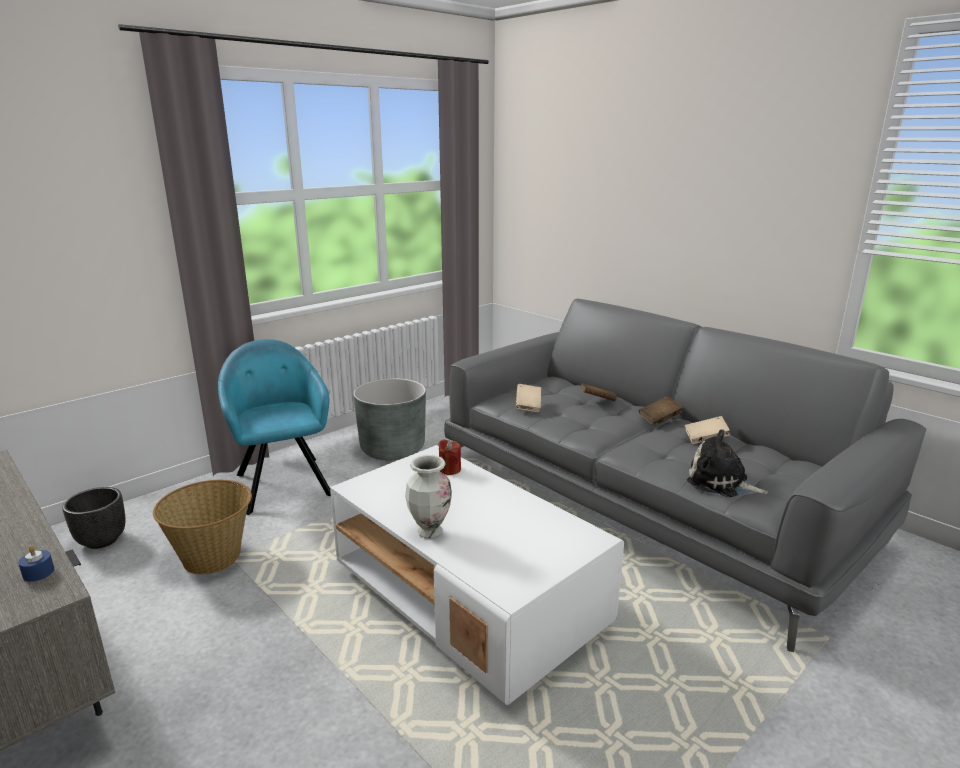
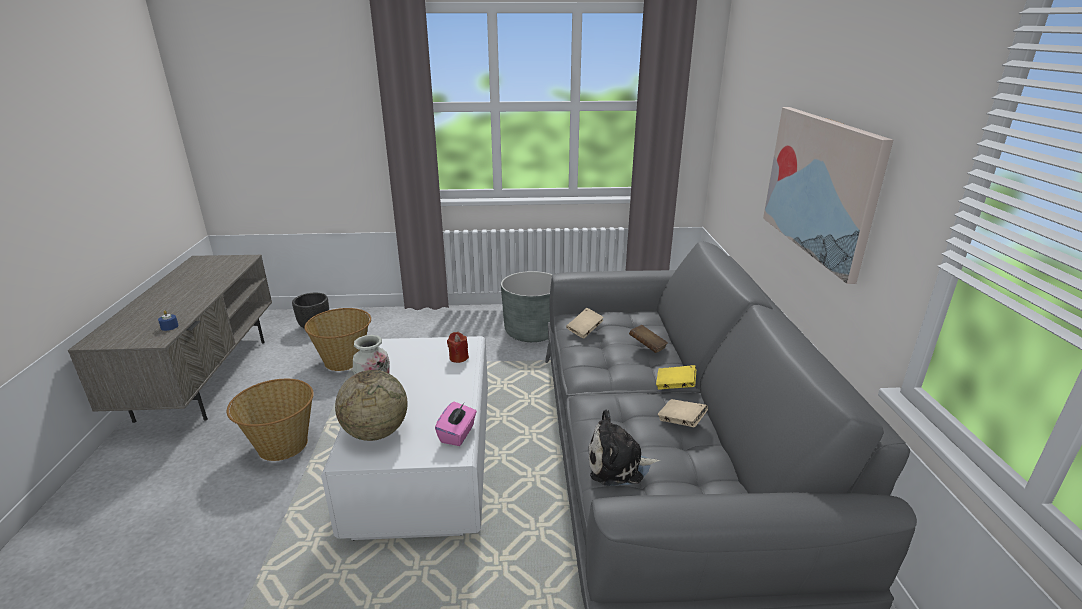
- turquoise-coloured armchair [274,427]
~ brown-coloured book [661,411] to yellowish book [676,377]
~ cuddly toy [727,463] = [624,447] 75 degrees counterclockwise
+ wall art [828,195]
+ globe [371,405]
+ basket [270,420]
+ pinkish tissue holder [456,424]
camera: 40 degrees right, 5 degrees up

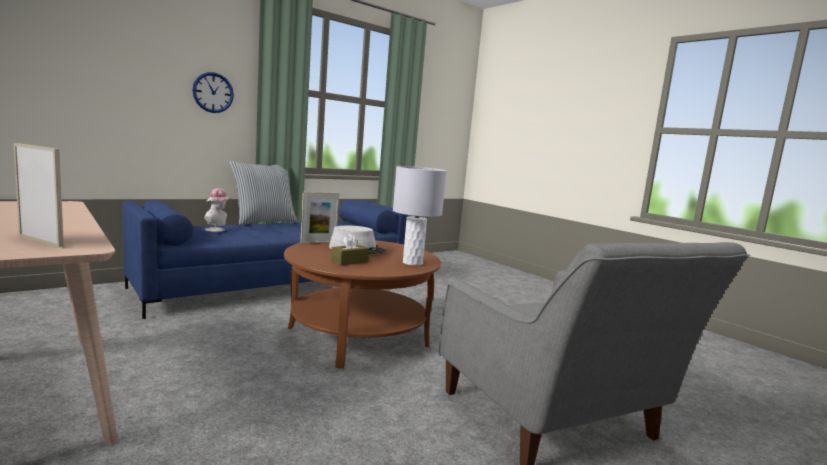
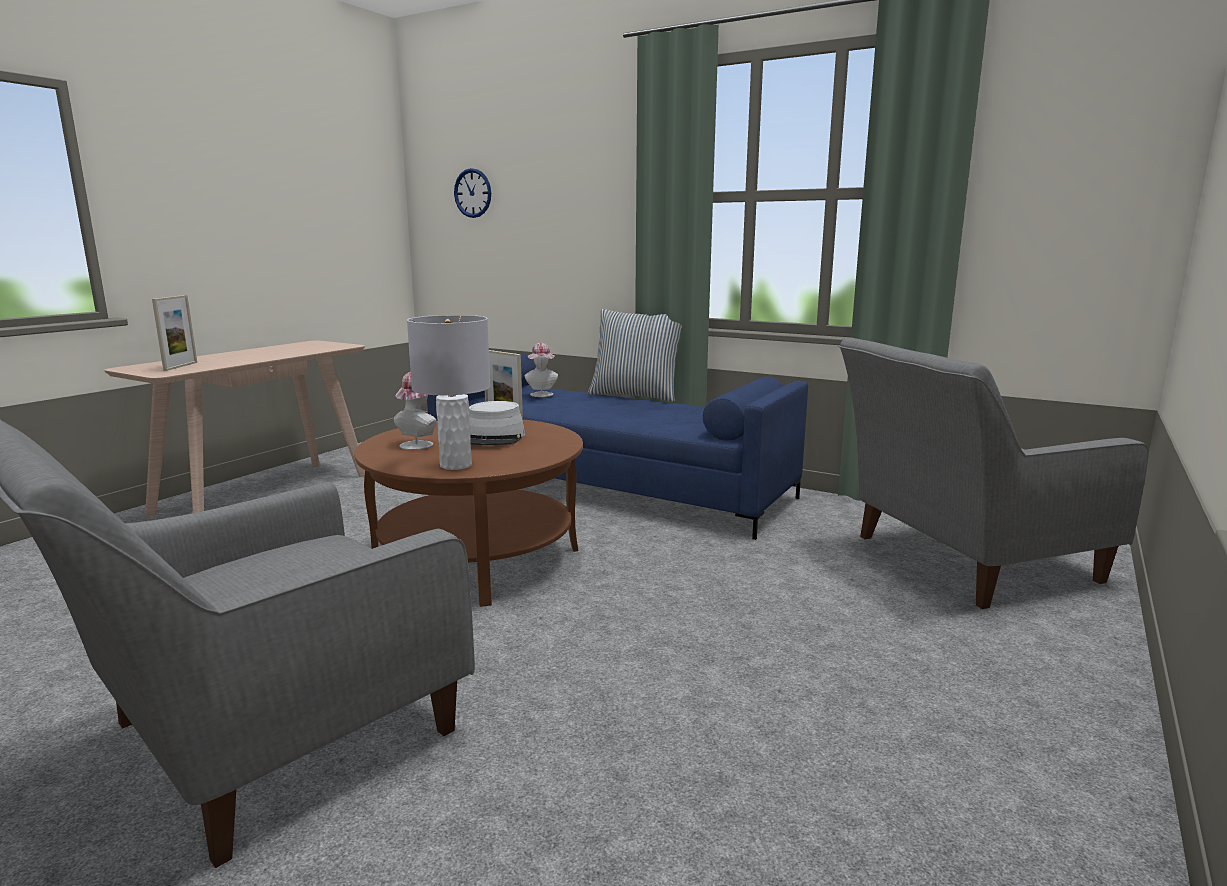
~ hanging clock [213,92] to [472,193]
~ brown-coloured tissue holder [350,249] to wearable hat [415,411]
+ grey armchair [993,473]
camera: 70 degrees right, 5 degrees up

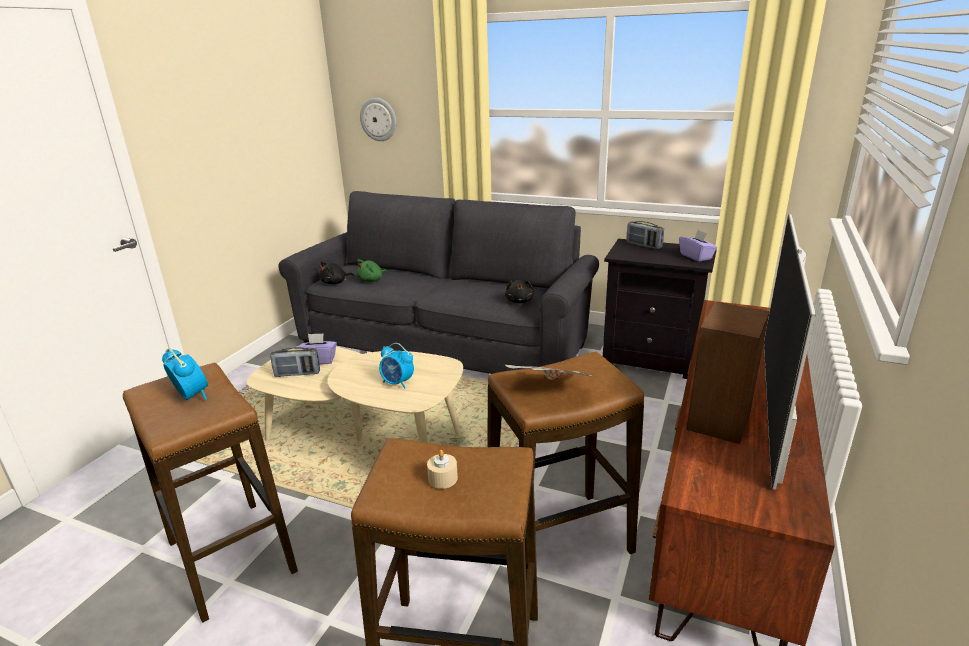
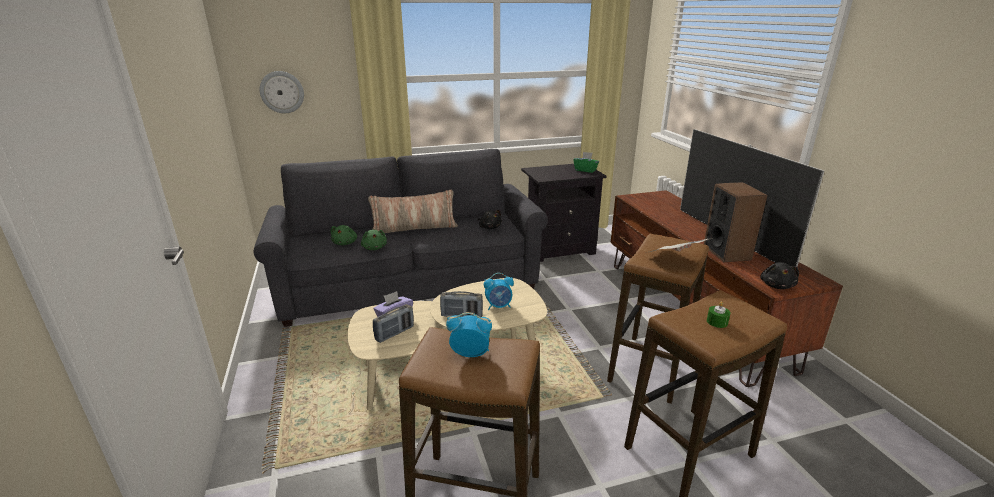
~ radio set [645,235] to [461,304]
~ purplish tissue holder [698,246] to green tissue holder [586,162]
~ black cuddly toy [336,272] to [779,275]
~ beige wax light [442,469] to green wax light [719,315]
+ cushion [413,211]
+ green cuddly toy [374,240]
camera: 40 degrees left, 0 degrees up

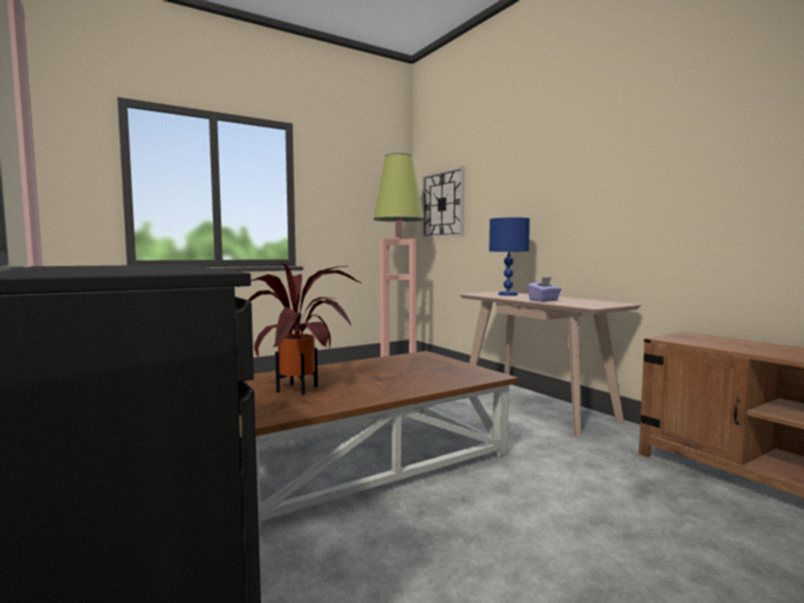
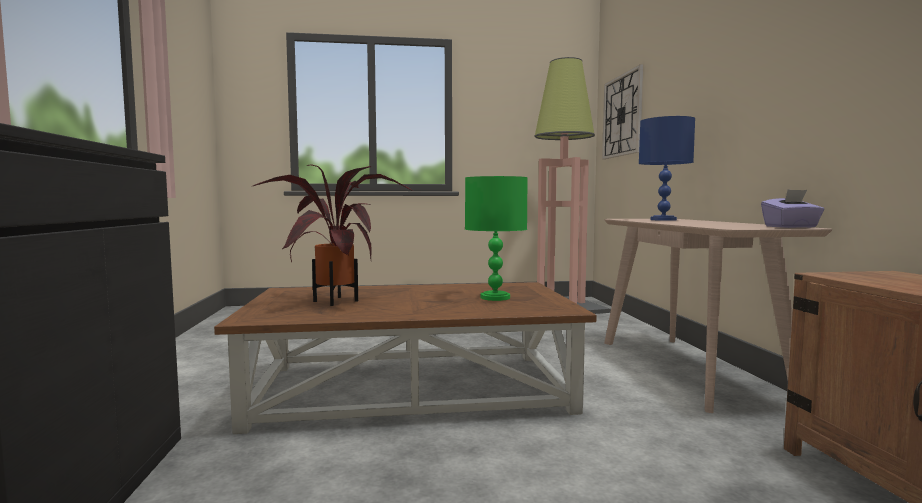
~ purplish tissue holder [544,289] to [793,209]
+ green lamp for a table [496,238]
camera: 25 degrees right, 0 degrees up

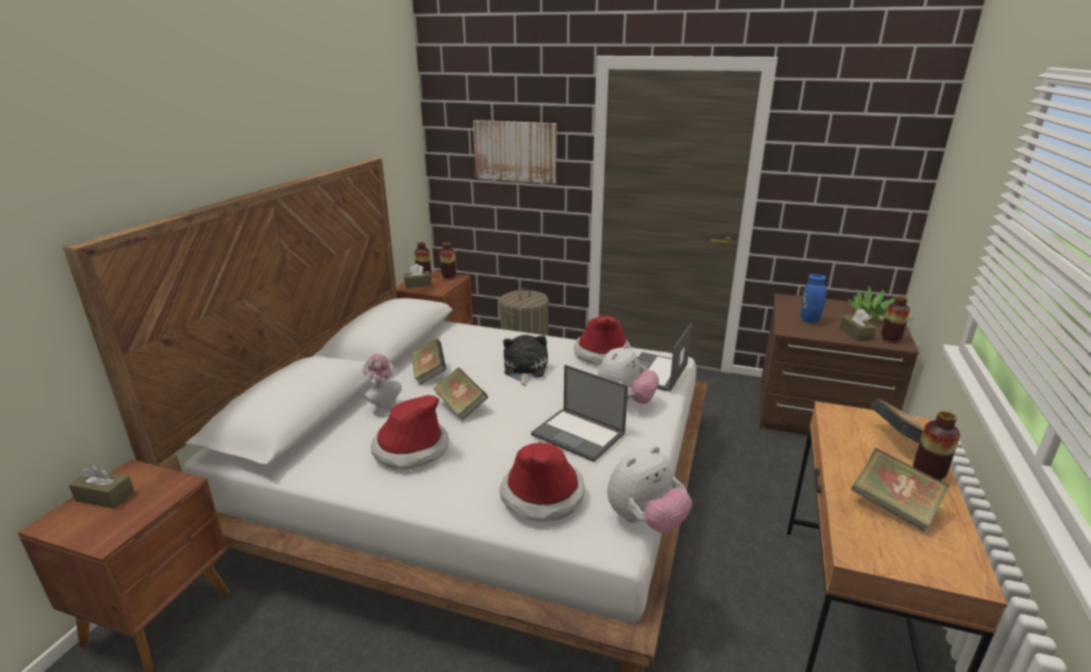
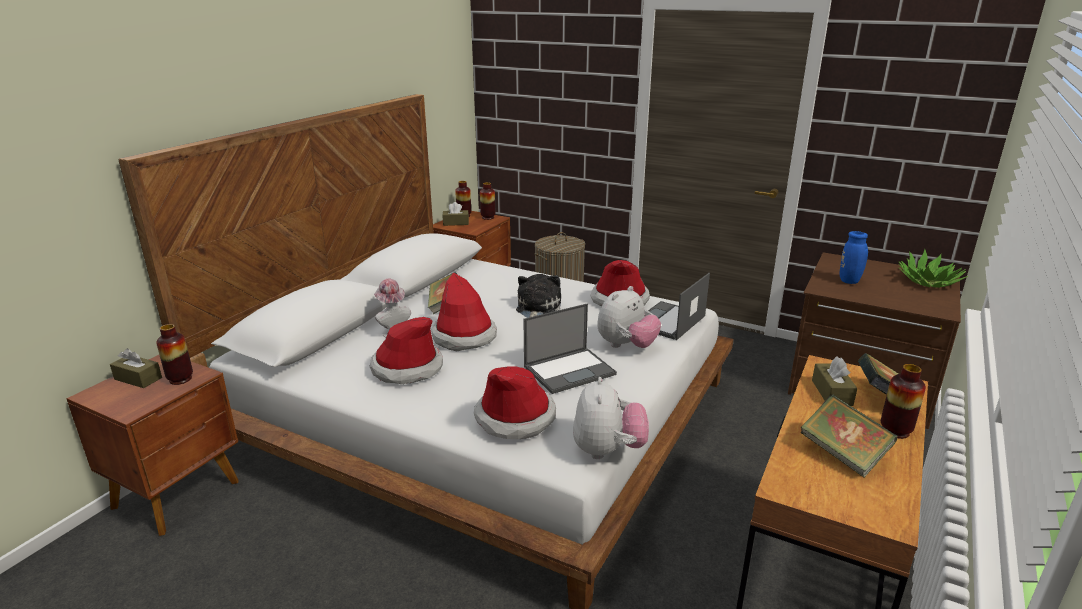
- wall art [515,152]
~ decorative vase [895,319] to [174,354]
~ brown-coloured tissue holder [858,325] to [834,381]
~ notebook computer [579,413] = [570,348] 75 degrees counterclockwise
~ book [460,394] to wearable hat [464,312]
~ cuddly toy [649,489] = [611,418] 60 degrees counterclockwise
camera: 10 degrees right, 0 degrees up

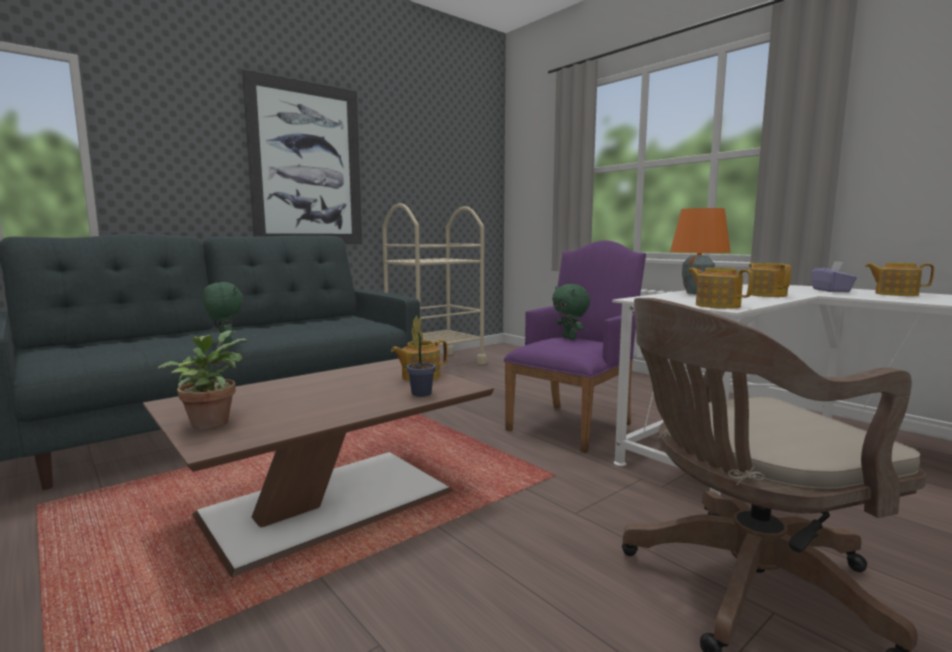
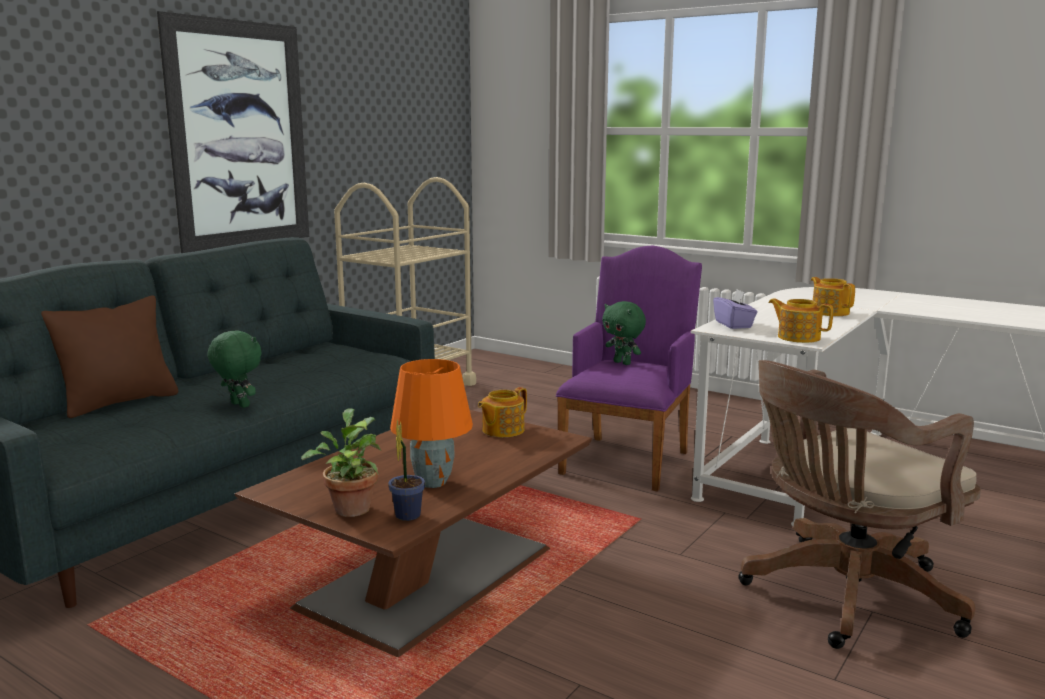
~ orange lamp for a table [700,251] to [431,423]
~ purplish tissue holder [834,276] to [735,309]
- tea pot [899,279]
~ houseplant [421,356] to [406,470]
+ brown-coloured cushion [109,356]
camera: 15 degrees left, 5 degrees up

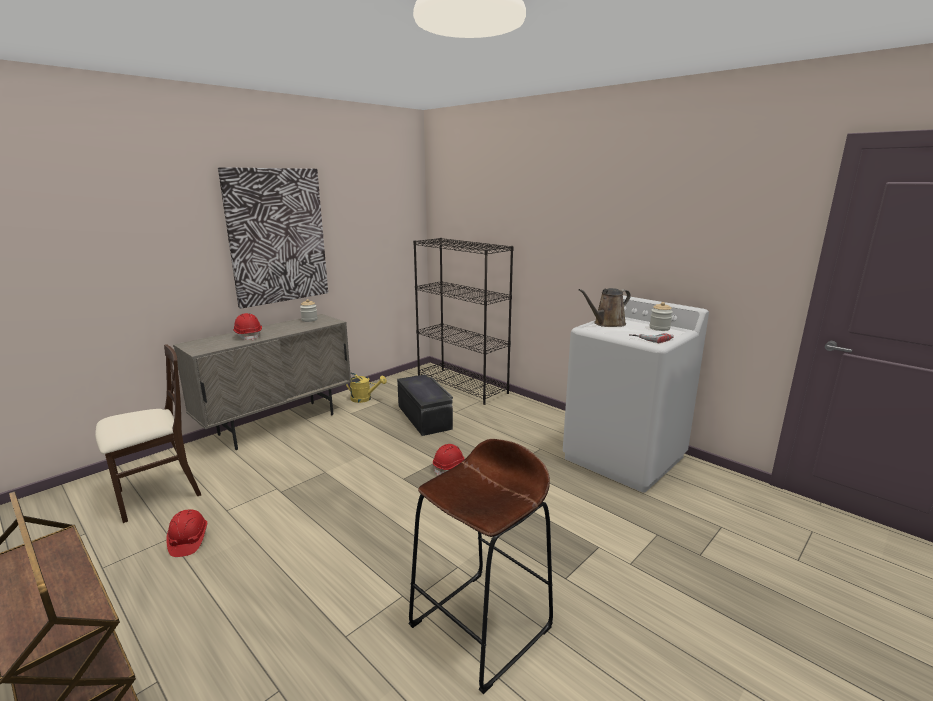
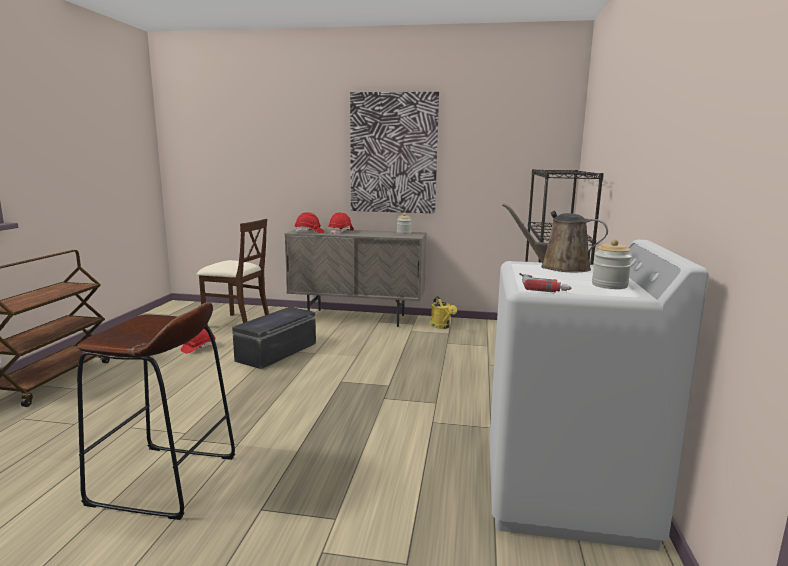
~ black storage bin [425,405] to [274,338]
~ red hard hat [449,460] to [309,222]
camera: 55 degrees right, 5 degrees down

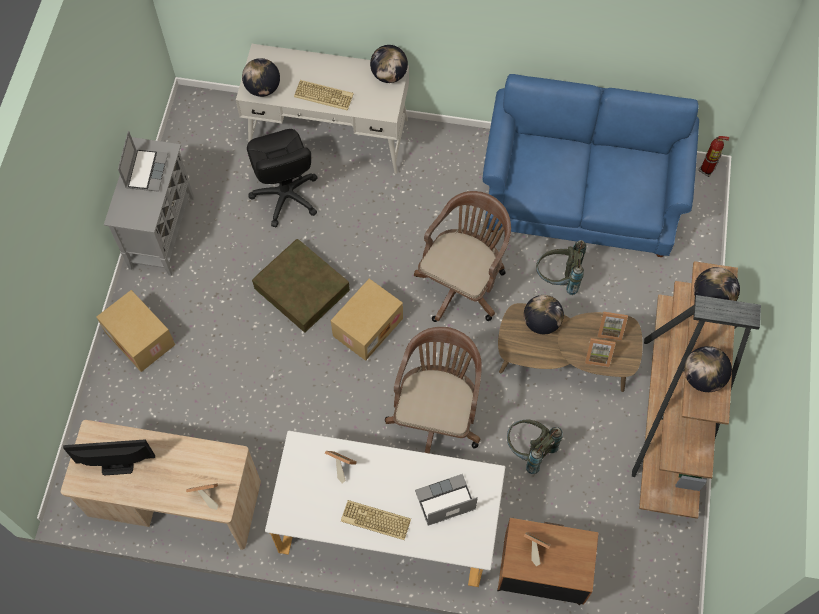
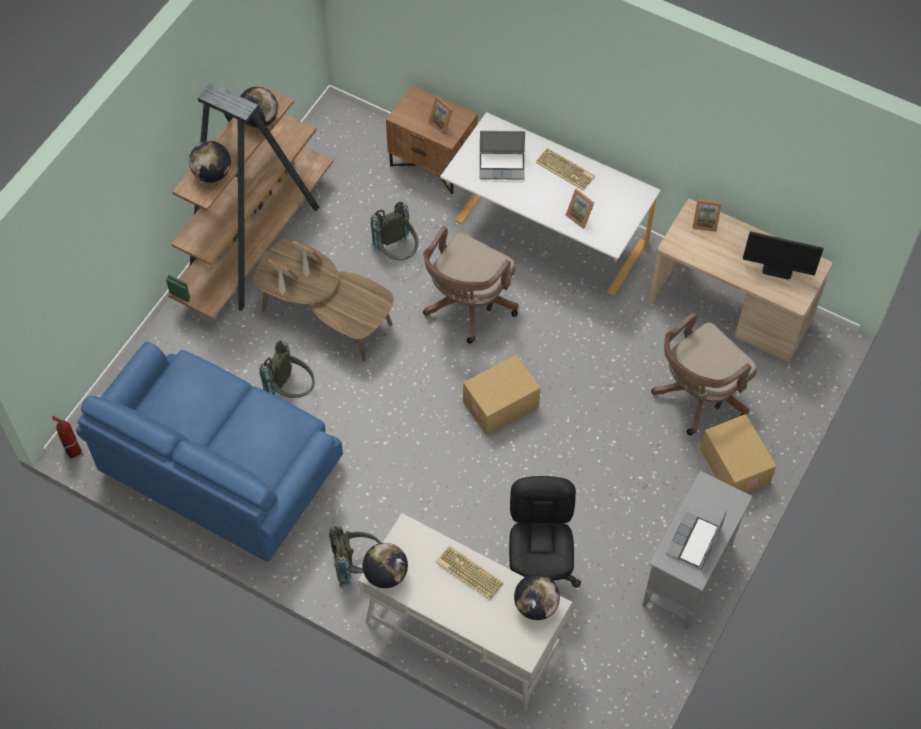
~ brown-coloured desk chair [462,256] to [704,373]
- brown-coloured storage bin [301,286]
- globe [544,314]
+ grey backpack [355,557]
camera: 160 degrees left, 5 degrees down

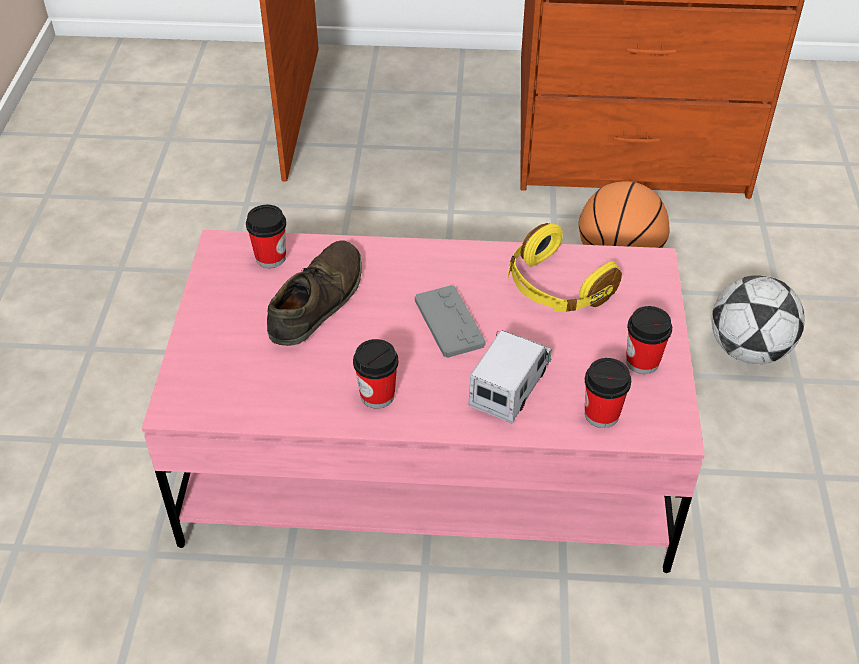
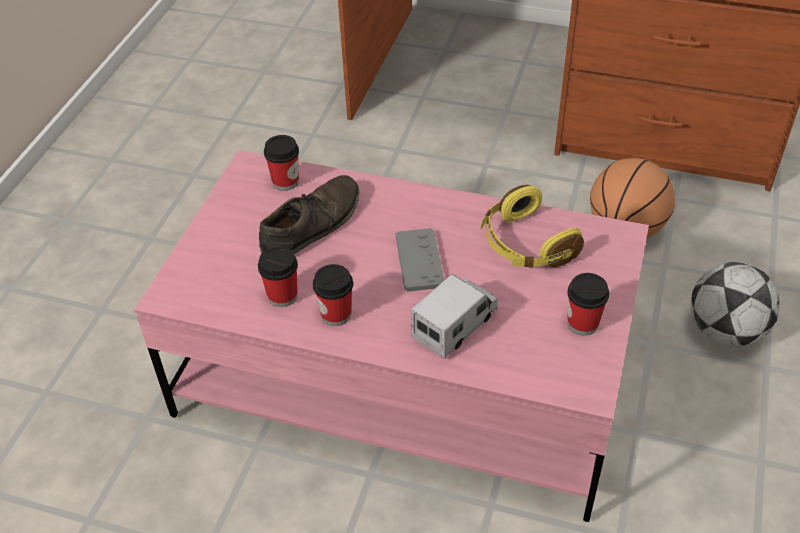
~ cup [608,393] to [278,276]
camera: 15 degrees right, 0 degrees up

